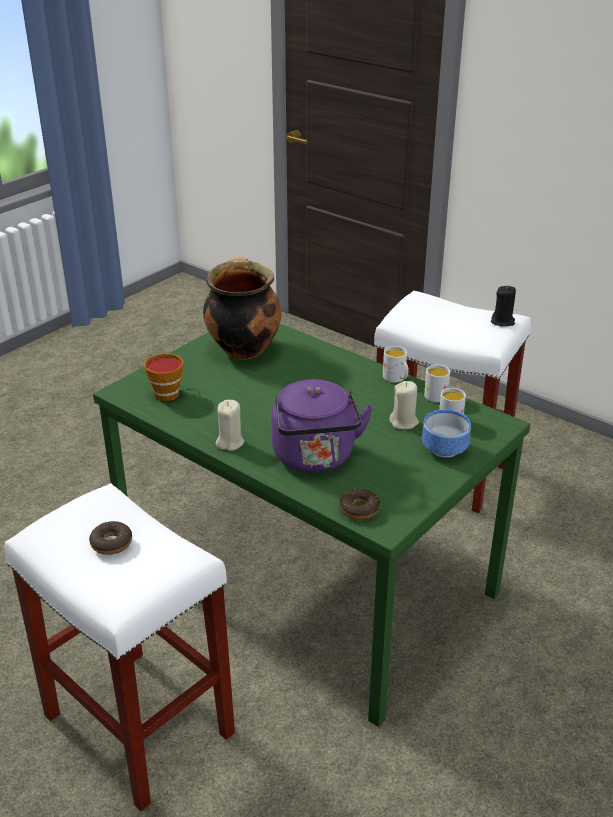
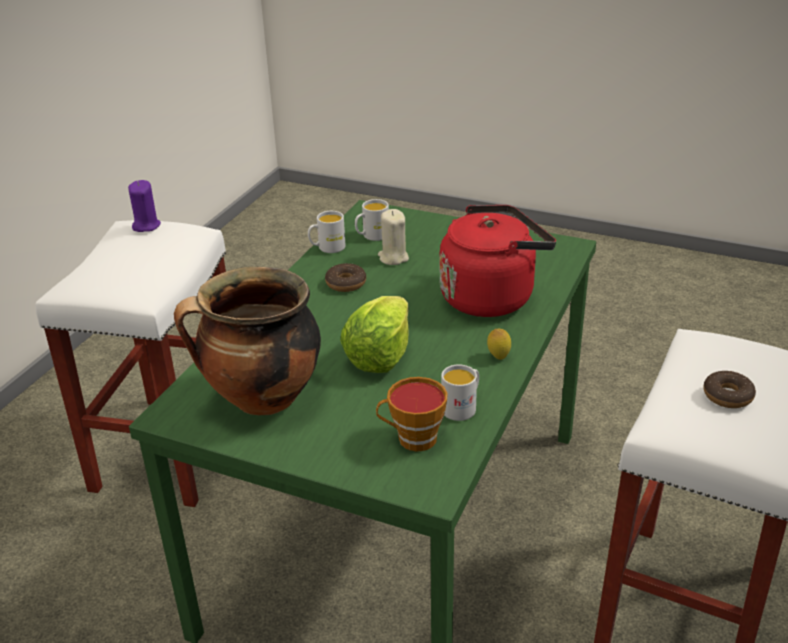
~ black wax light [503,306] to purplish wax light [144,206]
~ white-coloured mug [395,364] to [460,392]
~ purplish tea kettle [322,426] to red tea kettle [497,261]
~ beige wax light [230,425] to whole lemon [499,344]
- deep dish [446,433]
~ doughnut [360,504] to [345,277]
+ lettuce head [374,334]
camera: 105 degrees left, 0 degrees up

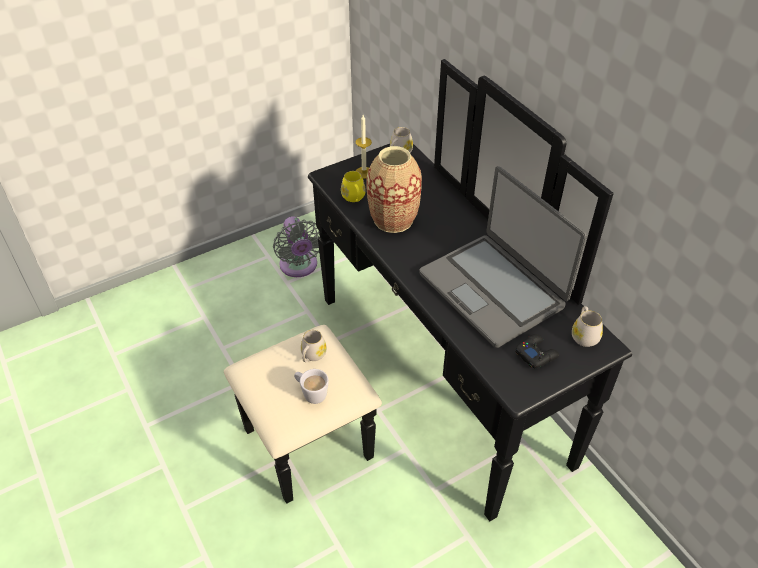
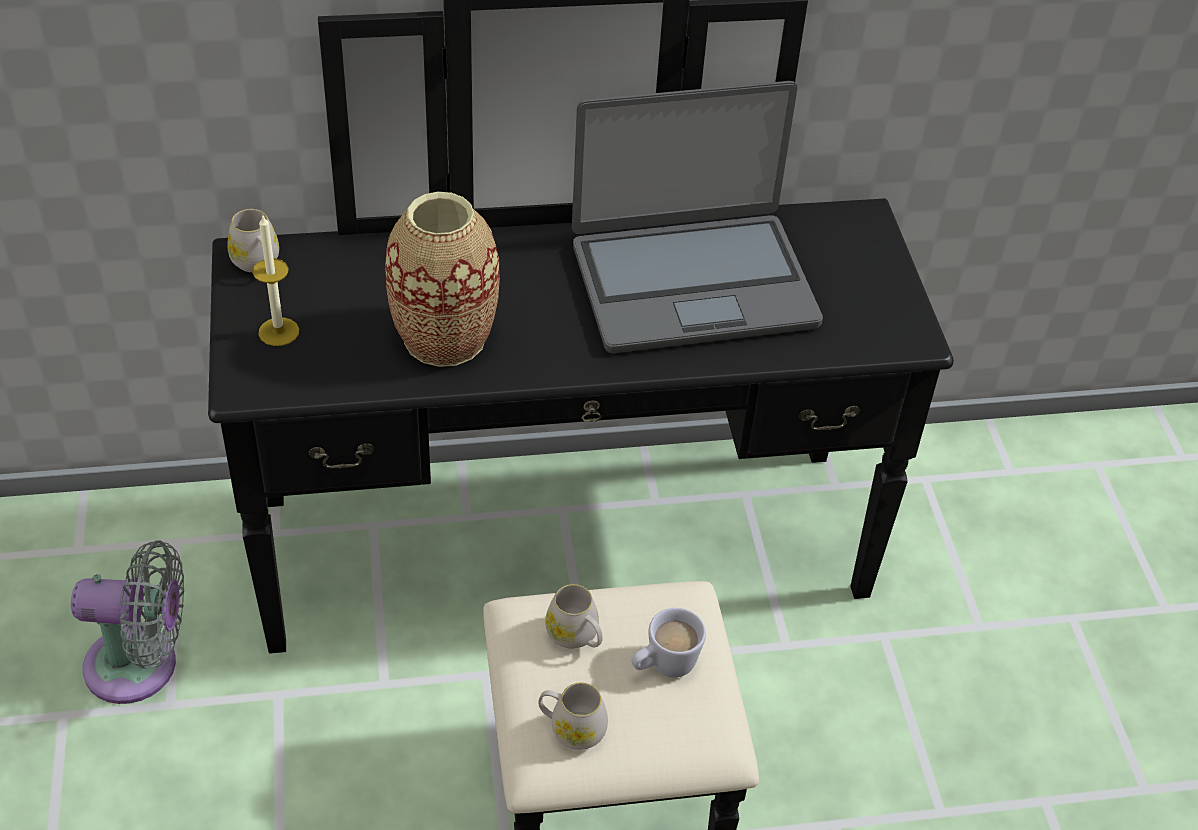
- yellowish mug [353,186]
~ white-coloured mug [587,326] to [573,716]
- black joypad [538,351]
camera: 70 degrees left, 0 degrees up

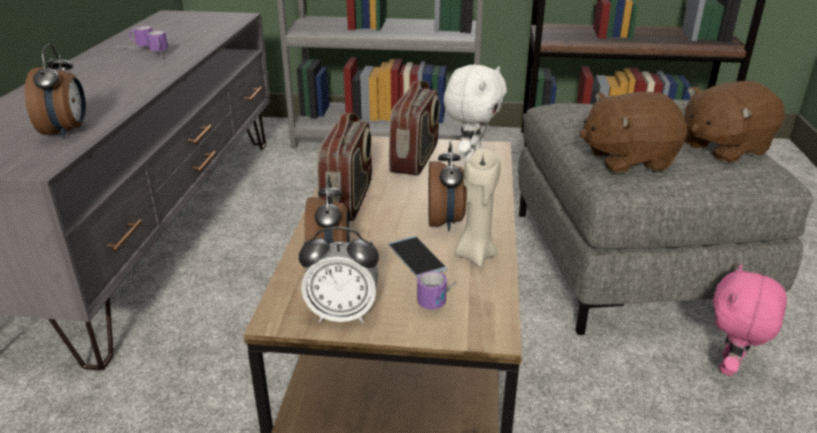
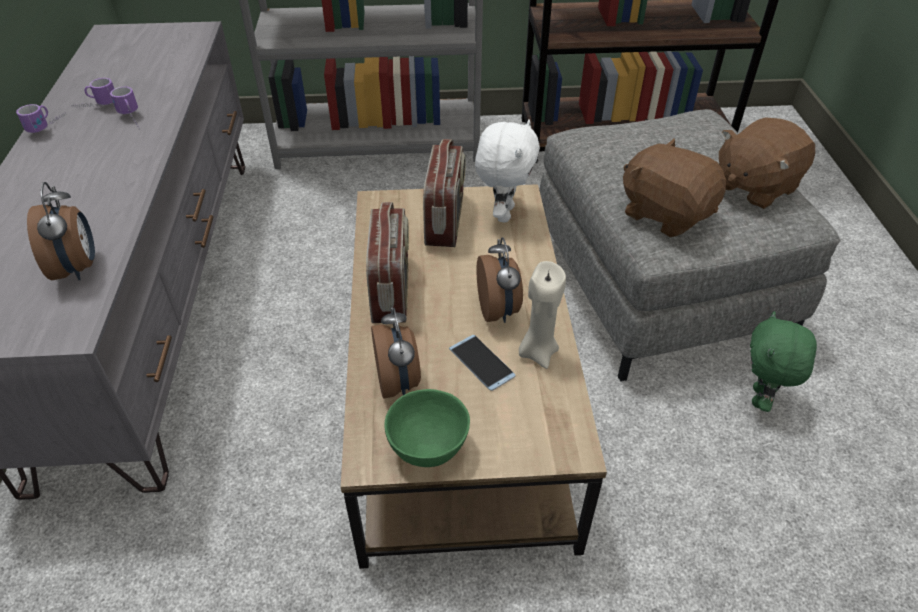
~ brown-coloured cuddly toy [633,132] = [674,187] 60 degrees clockwise
~ table clock [339,275] to green deep dish [427,428]
~ pinkish cuddly toy [750,320] to green cuddly toy [783,361]
~ mug [436,290] to [41,118]
camera: 10 degrees left, 15 degrees up

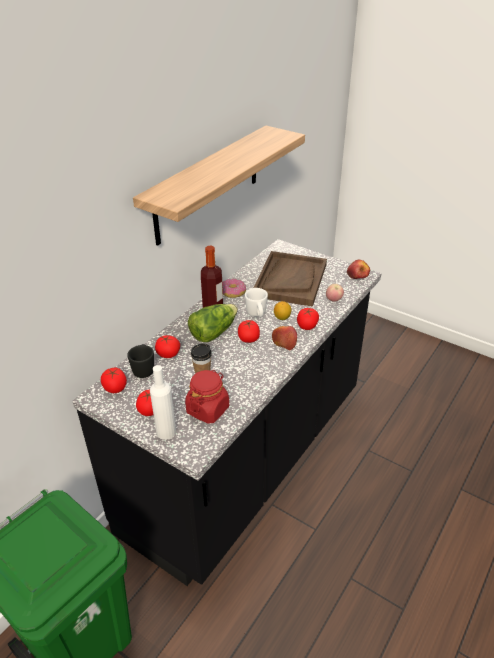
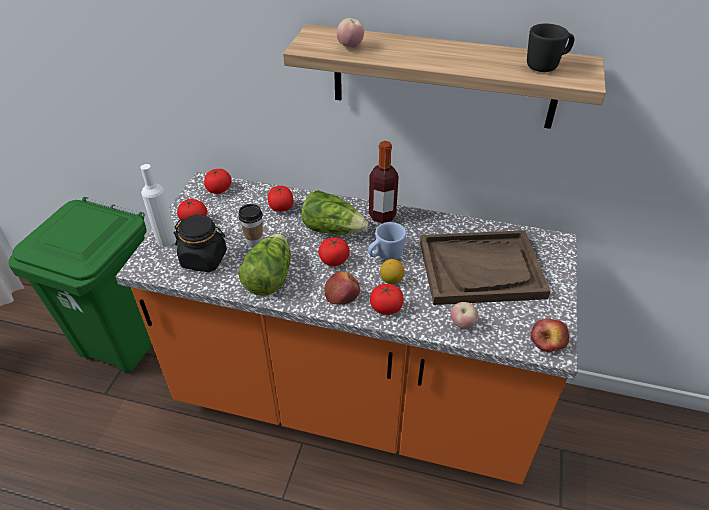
~ black kitchen counter [226,412] to orange kitchen counter [347,328]
- doughnut [234,288]
~ white-coloured mug [256,302] to bluish mug [387,241]
~ black mug [140,361] to [550,48]
~ red storage jar [207,397] to black storage jar [200,243]
+ apple fruit [350,33]
+ lettuce head [264,264]
camera: 70 degrees right, 5 degrees up

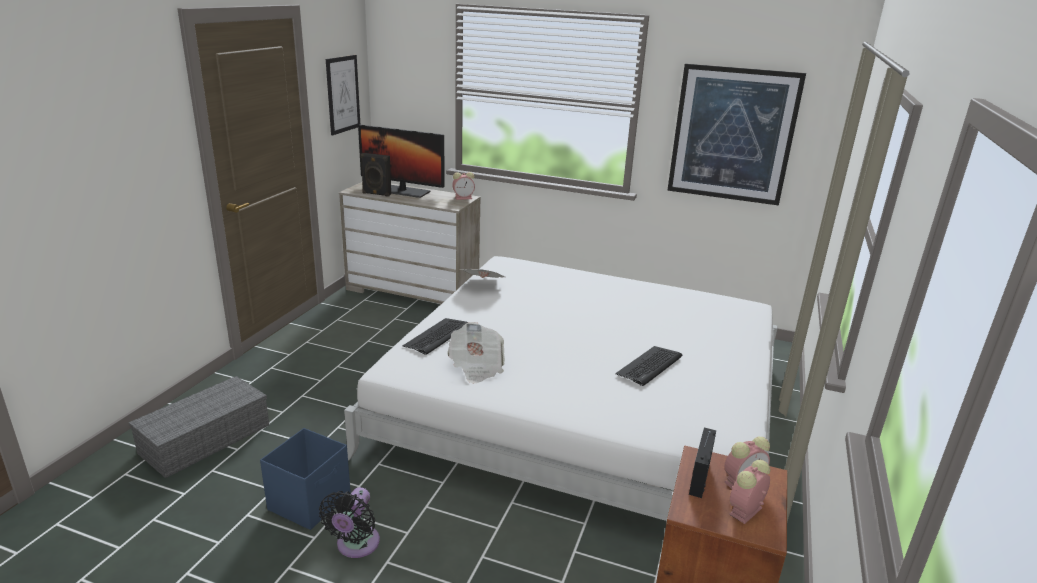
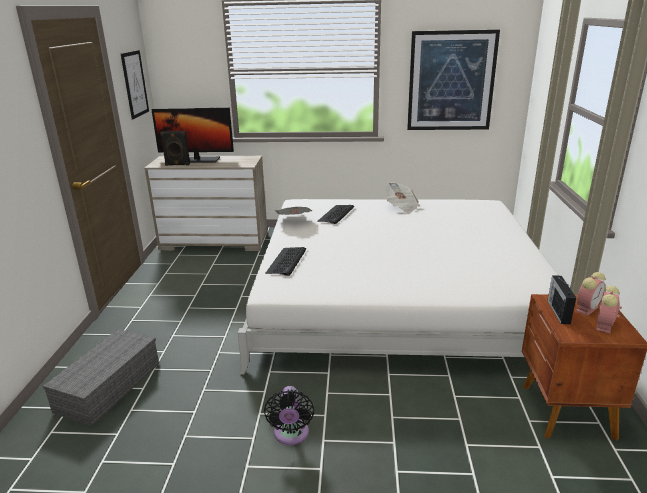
- table clock [463,186]
~ printed paper [476,353] to [402,197]
~ computer keyboard [649,366] to [335,214]
- bluish storage bin [305,479]
camera: 15 degrees left, 0 degrees up

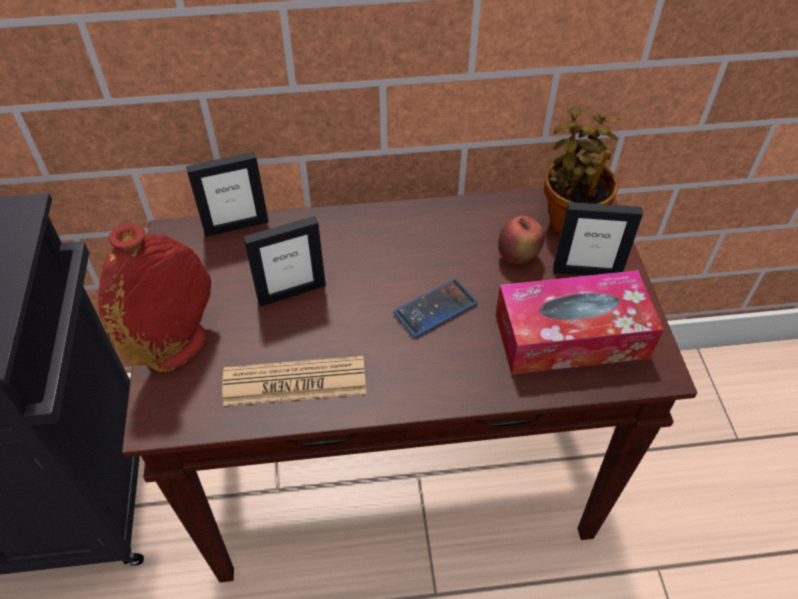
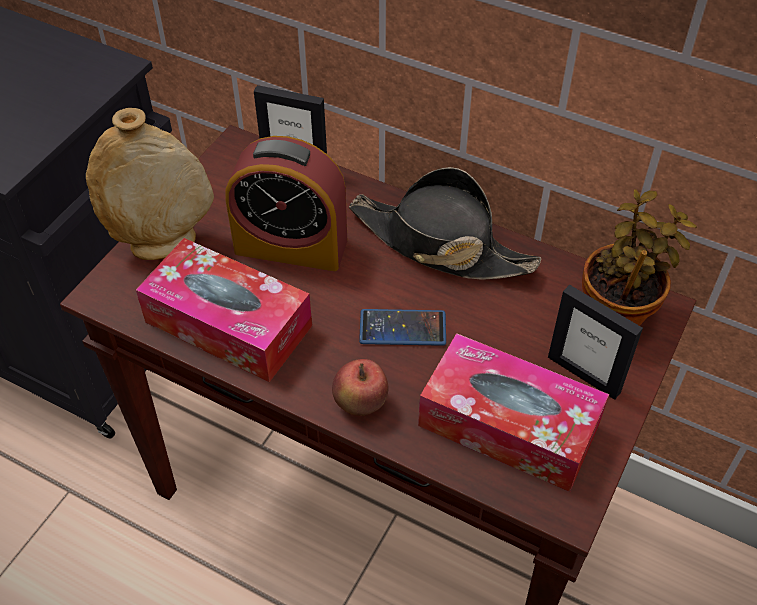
~ apple fruit [521,239] to [360,387]
~ standing frame [284,261] to table clock [286,203]
~ red decorative vase [154,297] to beige decorative vase [150,184]
~ printed paper [294,381] to tissue holder [224,310]
+ black wearable hat [445,223]
camera: 35 degrees right, 0 degrees up

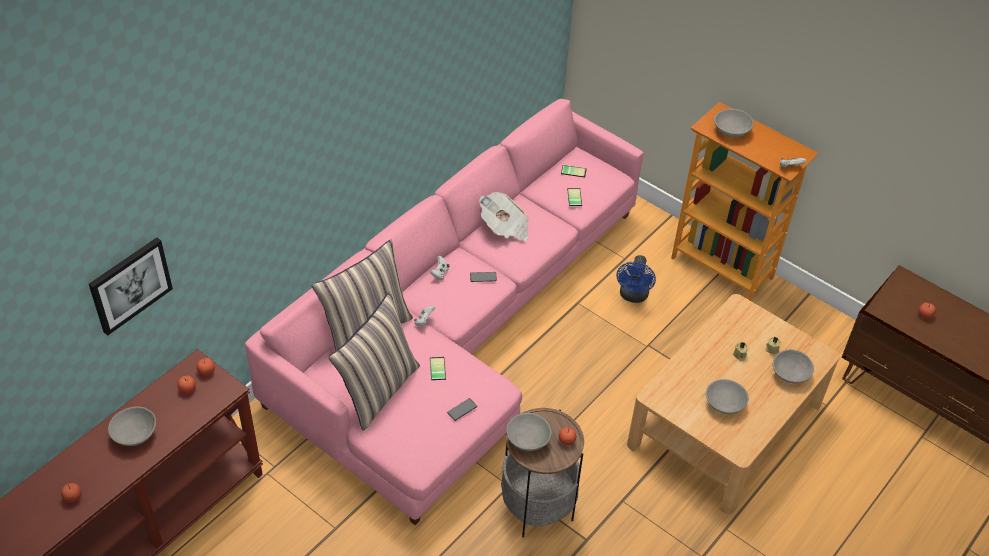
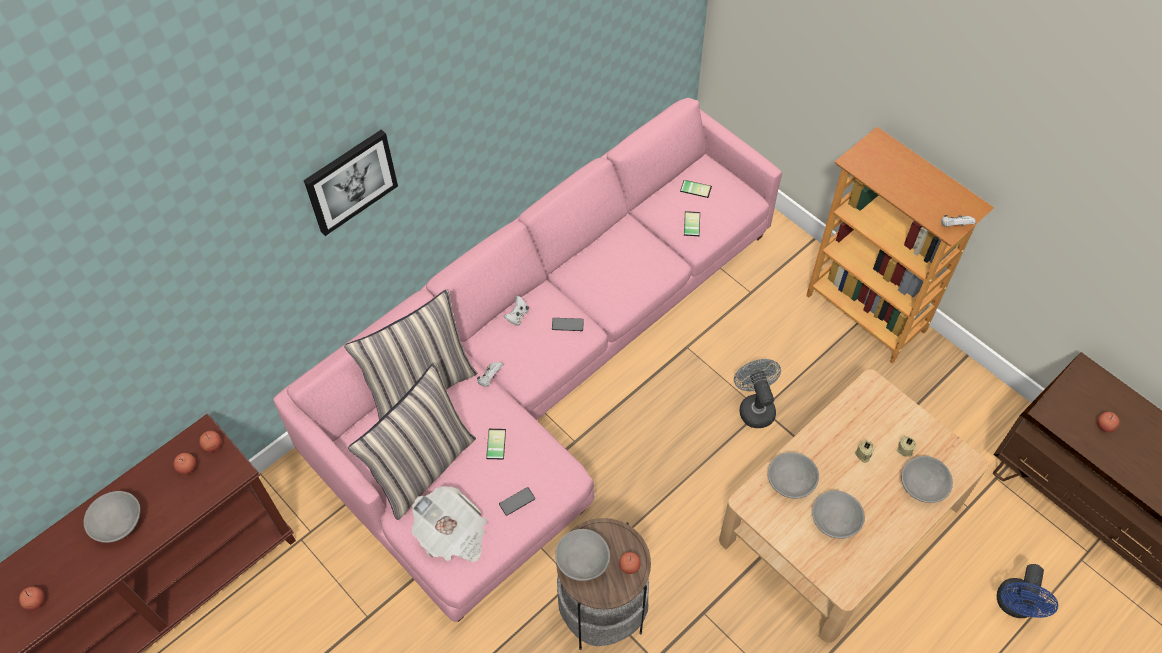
~ grey deep dish [734,123] to [793,475]
~ printed paper [504,216] to [449,524]
~ wall art [131,286] to [351,182]
~ bluish fan [636,279] to [1027,591]
+ grey fan [757,393]
camera: 10 degrees right, 10 degrees up

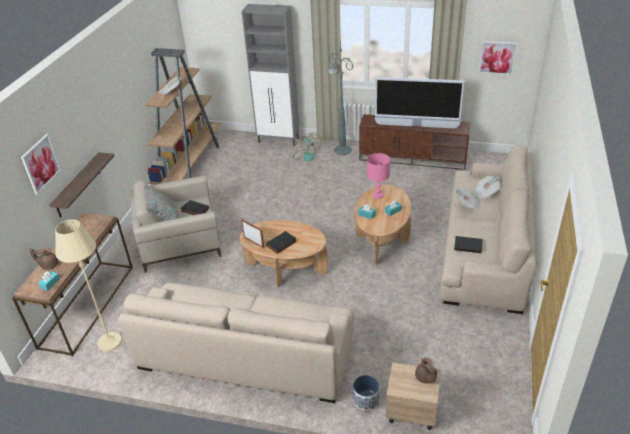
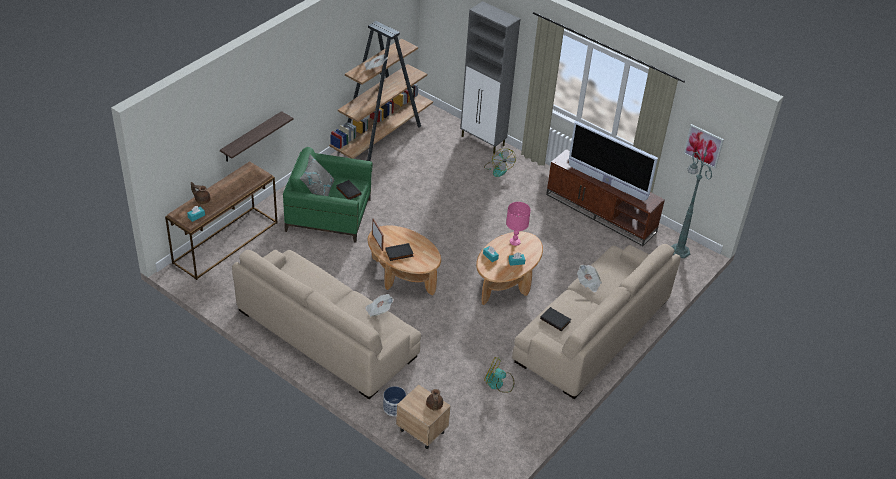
~ green floor lamp [340,98] to [691,201]
- wall art [41,164]
~ beige armchair [176,224] to green armchair [327,195]
~ printed paper [487,187] to [379,305]
- beige floor lamp [88,285]
+ fan [499,375]
camera: 20 degrees right, 5 degrees up

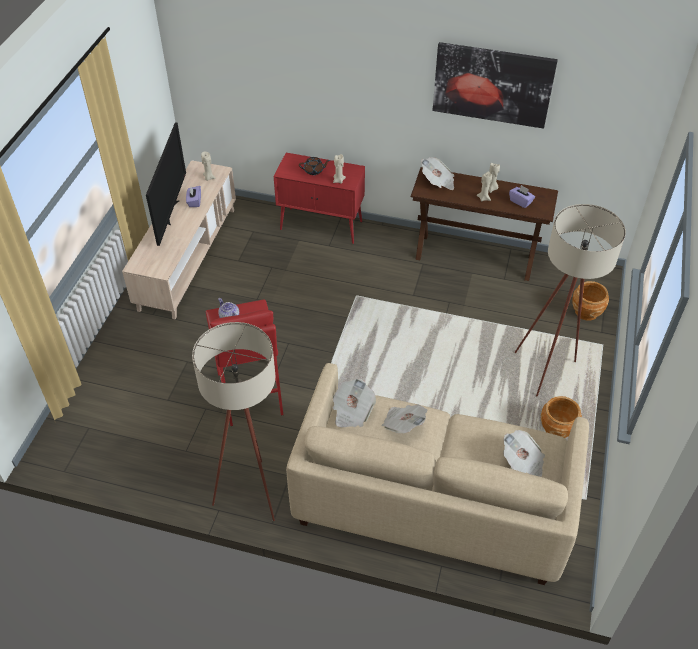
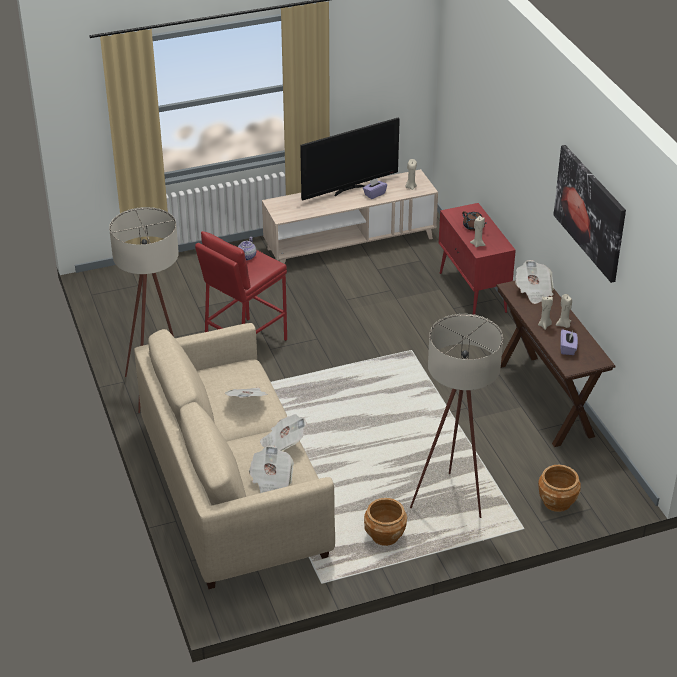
~ printed paper [354,402] to [283,432]
camera: 55 degrees right, 10 degrees down

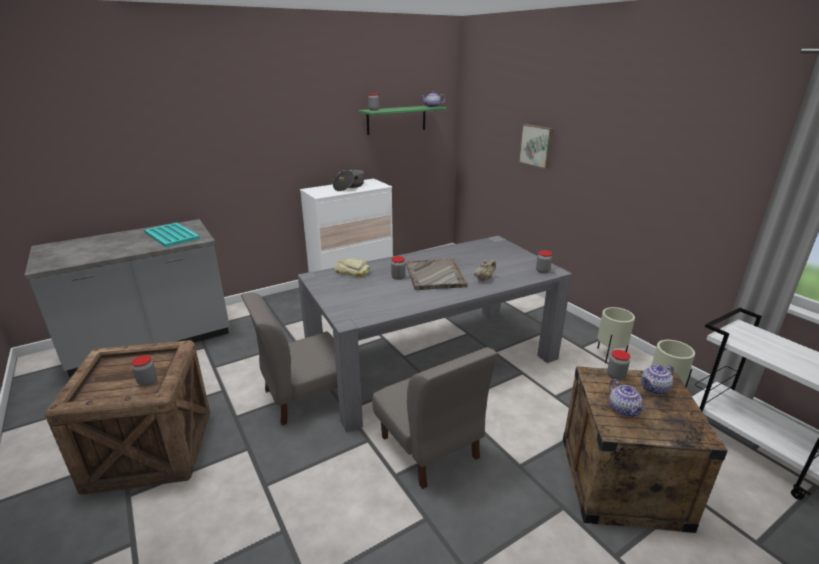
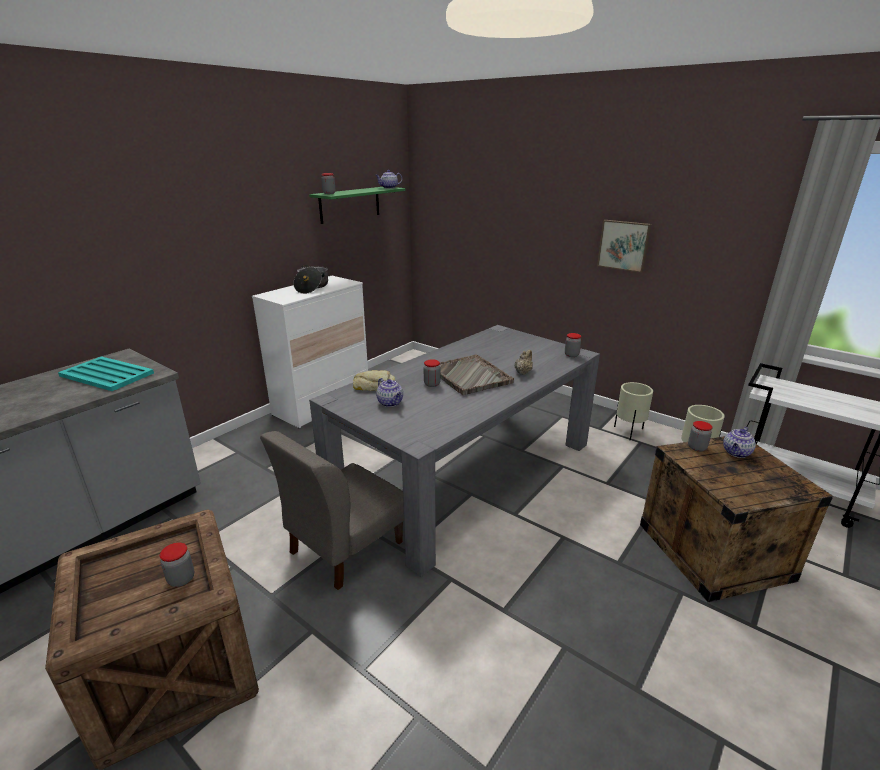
~ wall art [536,146] to [624,246]
- grey upright chair [434,418]
~ tea pot [627,398] to [389,392]
camera: 20 degrees left, 0 degrees up

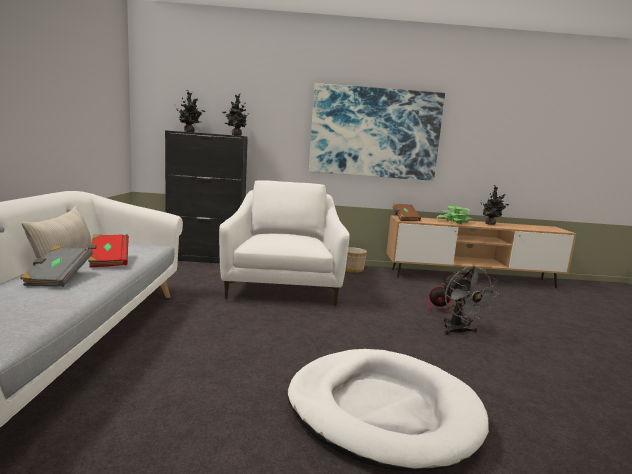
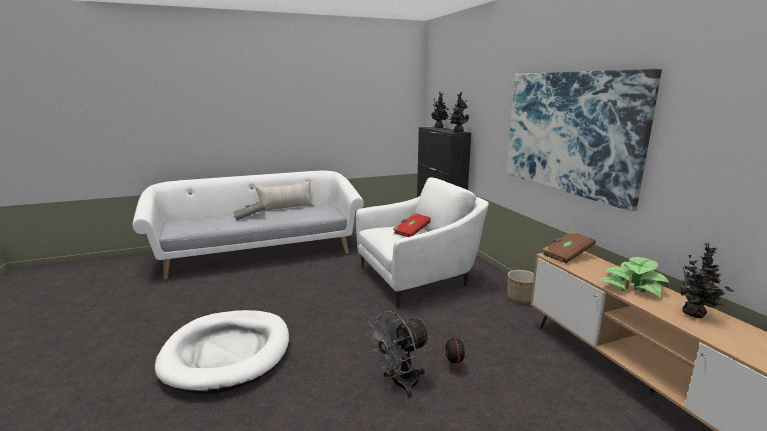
~ red book [108,251] to [412,225]
camera: 70 degrees right, 5 degrees up

